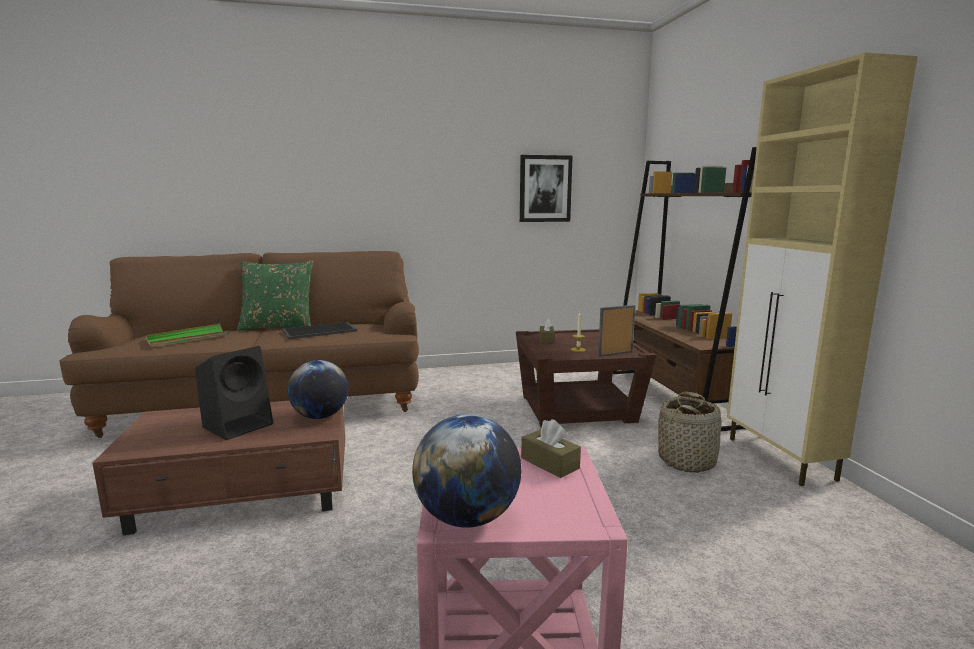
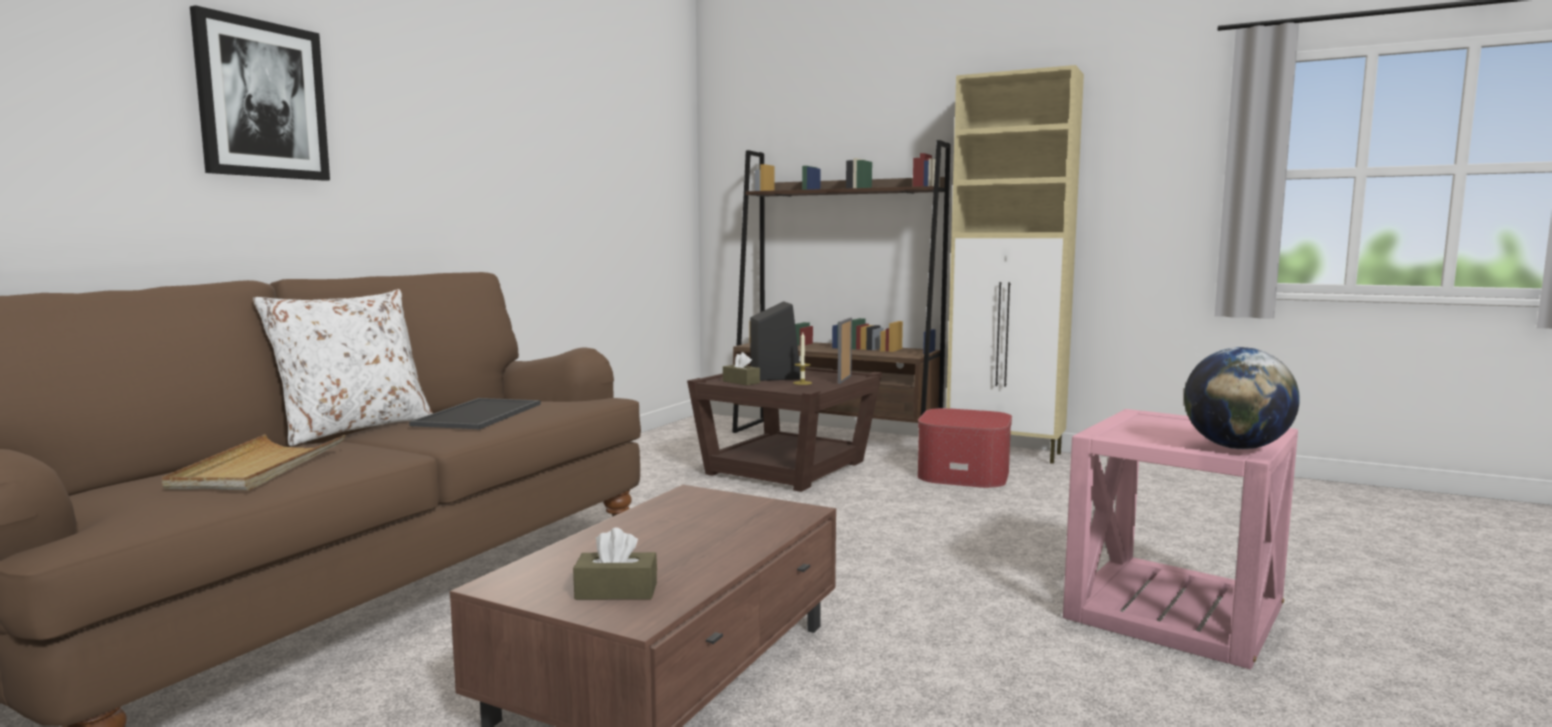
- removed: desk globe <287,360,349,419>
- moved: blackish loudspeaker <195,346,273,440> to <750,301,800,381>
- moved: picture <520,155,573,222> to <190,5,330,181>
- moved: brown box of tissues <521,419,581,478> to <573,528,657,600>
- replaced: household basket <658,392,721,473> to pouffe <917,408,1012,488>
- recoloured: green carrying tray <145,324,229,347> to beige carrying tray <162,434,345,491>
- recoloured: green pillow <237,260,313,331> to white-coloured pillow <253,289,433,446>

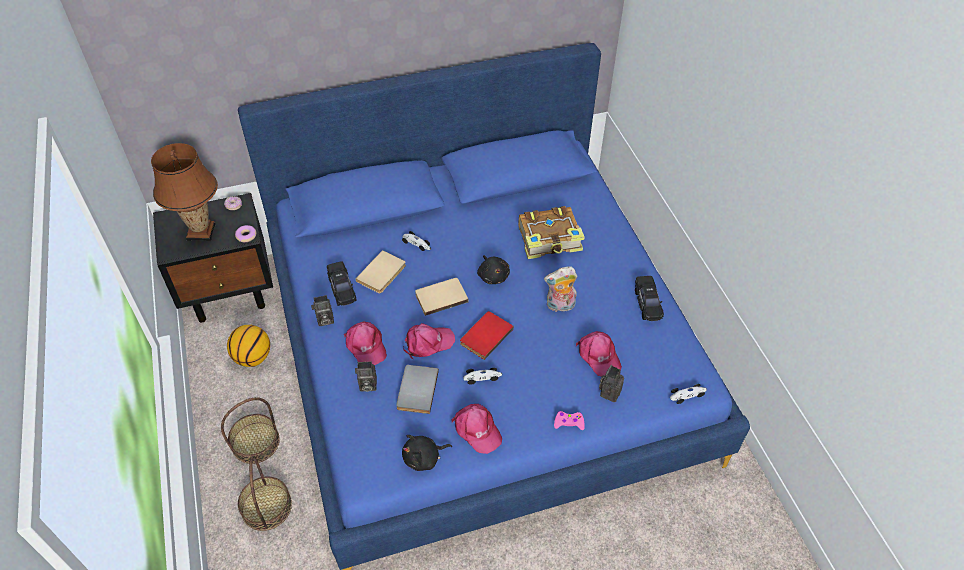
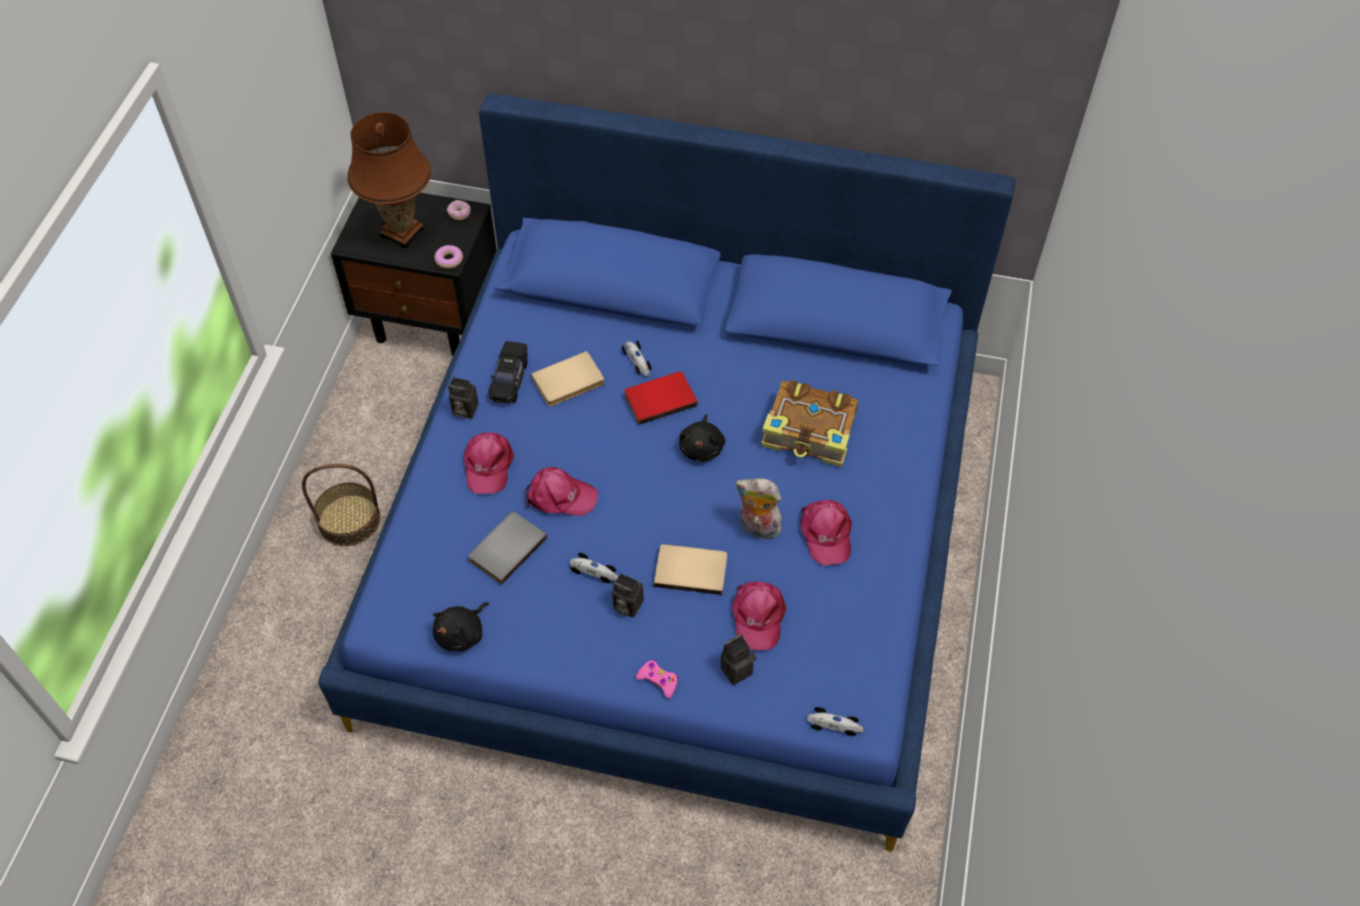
- removed: basketball <227,325,270,367>
- removed: household basket <238,456,292,531>
- removed: blackish model car <635,276,664,321>
- moved: still camera <355,361,377,392> to <612,573,644,618>
- moved: beige book <415,278,469,316> to <654,544,727,595>
- moved: pink-coloured baseball cap <451,404,502,454> to <800,500,852,565>
- moved: red book <460,311,514,360> to <624,372,698,425>
- turned: blackish plush toy <402,435,452,471> = <433,602,489,651> 60 degrees counterclockwise

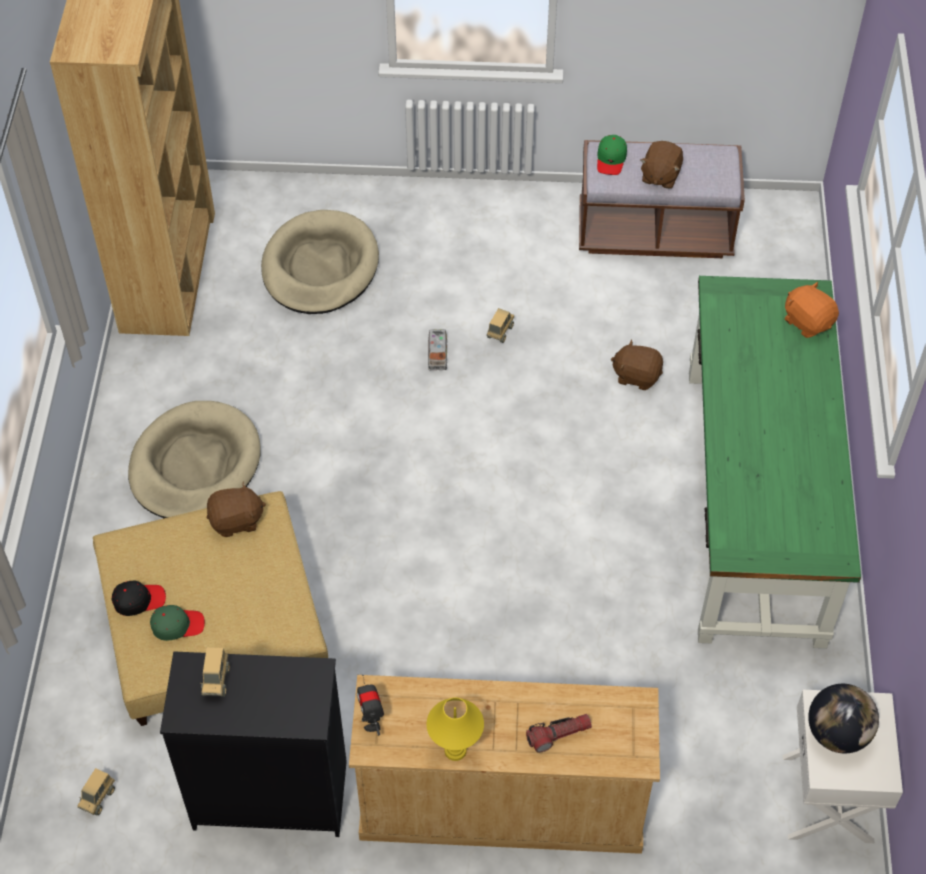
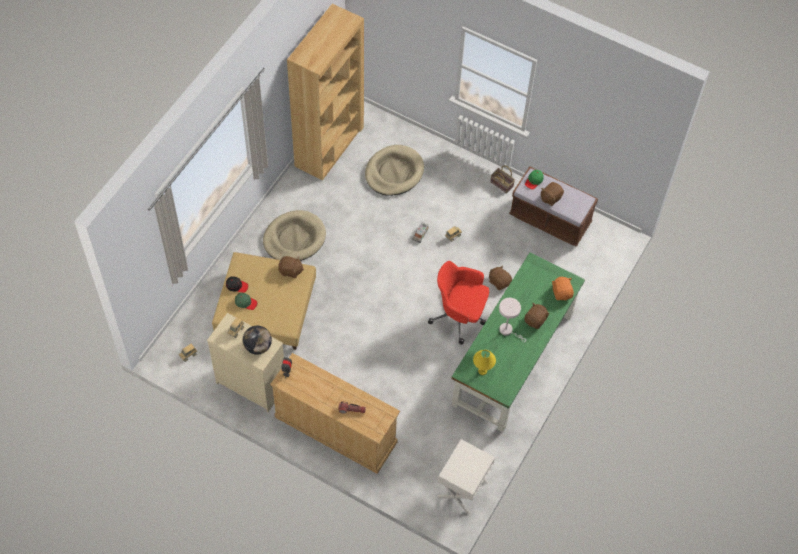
- added: red office chair <428,261,489,345>
- added: household basket <490,165,515,194>
- added: white-coloured table lamp <499,298,526,342>
- added: brown plush toy <524,303,550,329>
- moved: yellow-coloured table lamp <426,697,484,761> to <473,350,496,375>
- moved: desk globe <808,684,879,753> to <243,326,272,355>
- recoloured: blackish drawer chest <160,651,347,837> to beige drawer chest <207,313,284,412>

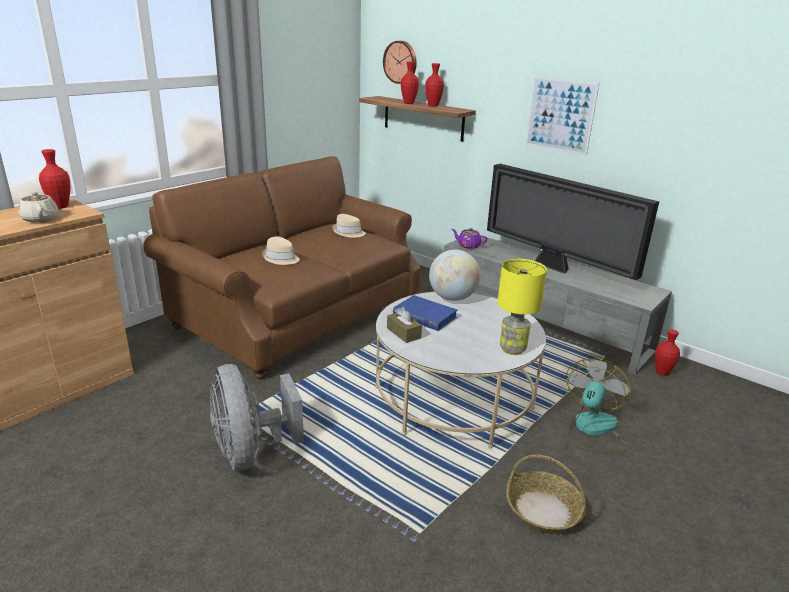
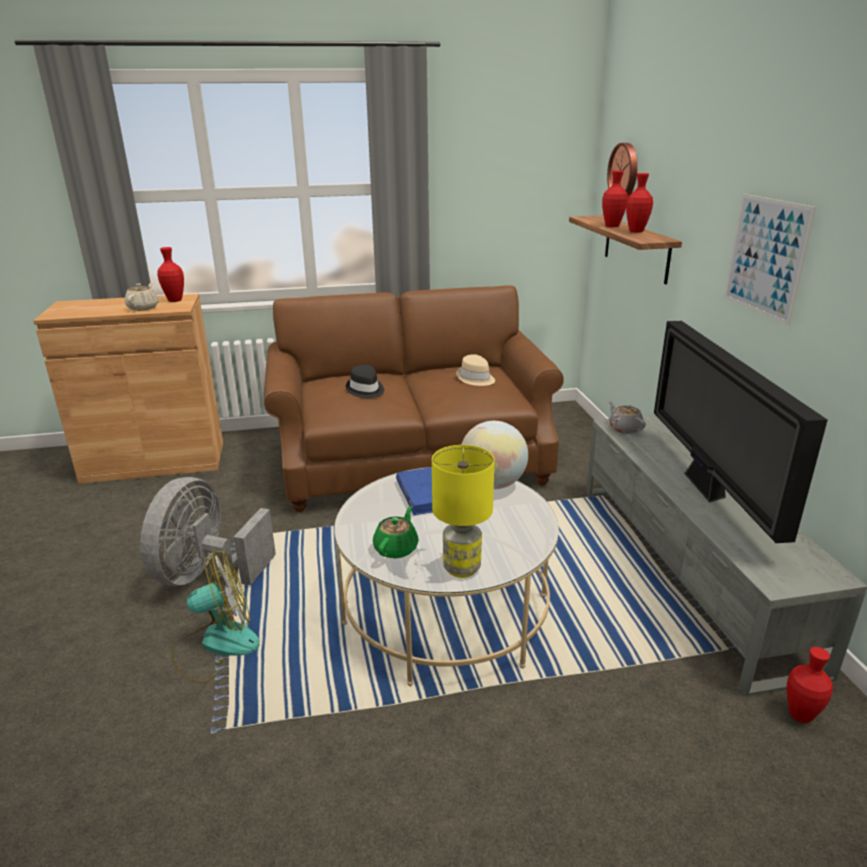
- removed: brown box of tissues <387,307,422,343>
- removed: household basket <506,454,587,534>
- added: green teapot <373,506,419,559>
- moved: cooling fan <566,358,631,453> to <171,550,260,683>
- recoloured: beige wearable hat <262,236,300,265> to blackish wearable hat <346,365,384,398>
- recoloured: purple-coloured teapot <452,228,487,249> to grey teapot <609,401,646,434>

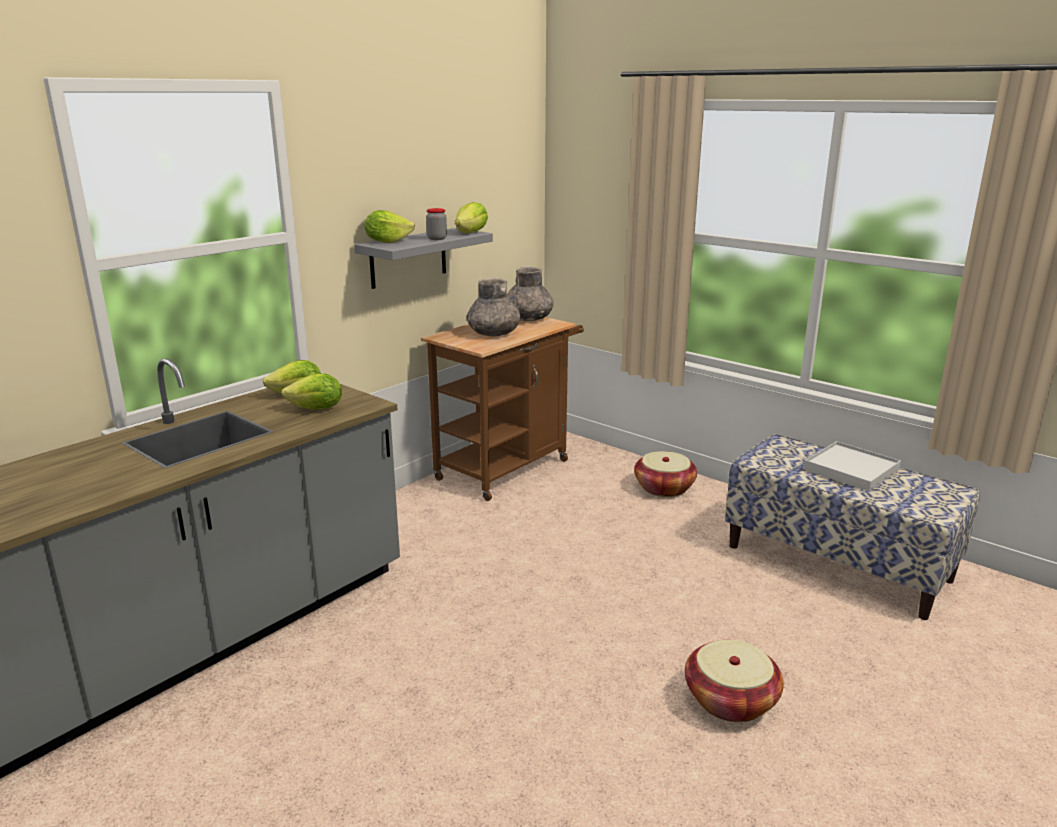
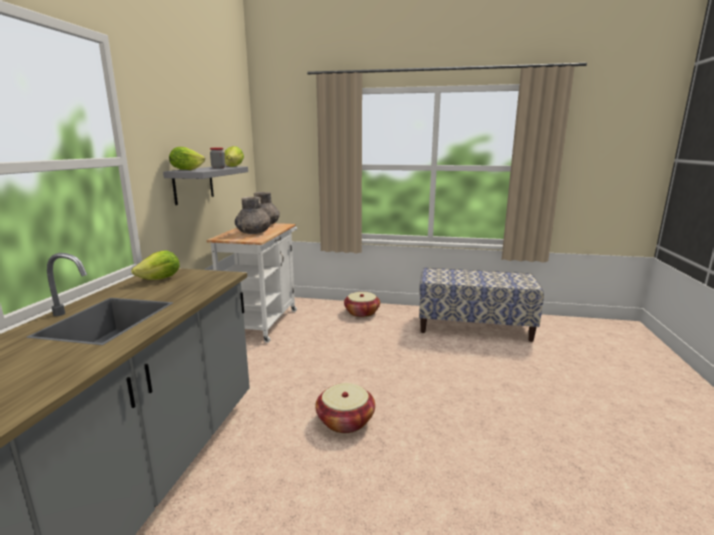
- removed: head of lettuce <282,373,342,410>
- removed: white-coloured carrying tray <804,441,901,491>
- moved: household basket <685,640,784,722> to <315,383,375,433>
- recoloured: brown trolley <421,317,584,501> to white-coloured trolley <207,223,297,343>

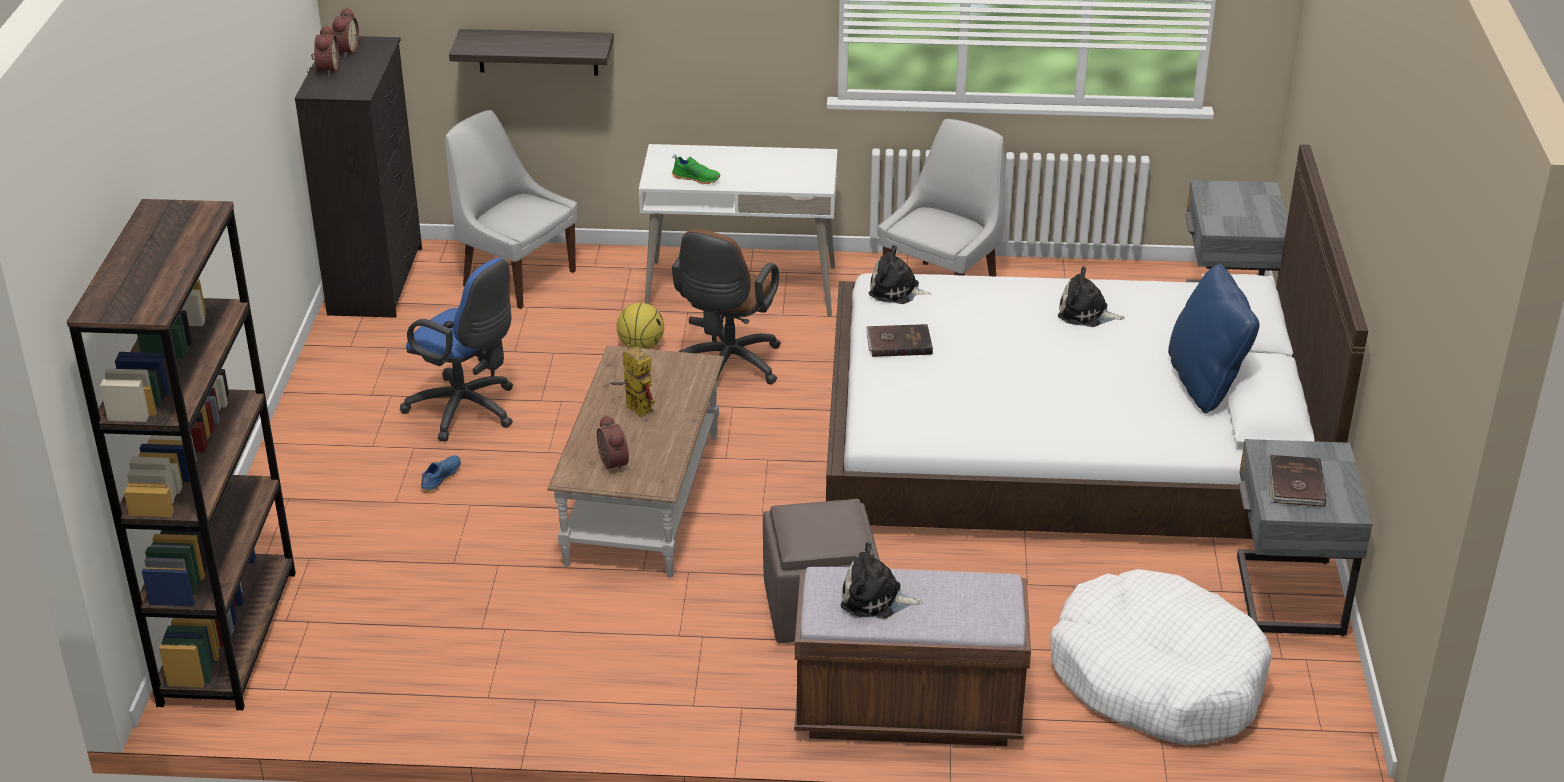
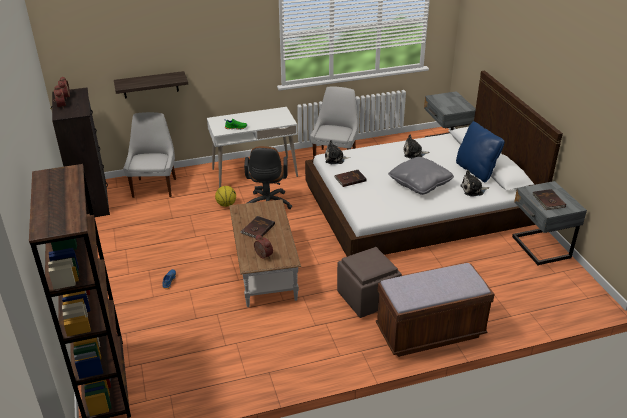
- removed: blue office chair <400,258,513,442>
- removed: white-coloured pet bed <1050,569,1272,746>
- added: grey pillow <388,157,454,195>
- moved: plush toy <841,542,923,619> to <460,170,489,197>
- replaced: toy robot <610,344,656,417> to brown book <240,216,275,239>
- turned: white-coloured chair <445,110,577,309> = <123,112,176,198> 75 degrees clockwise

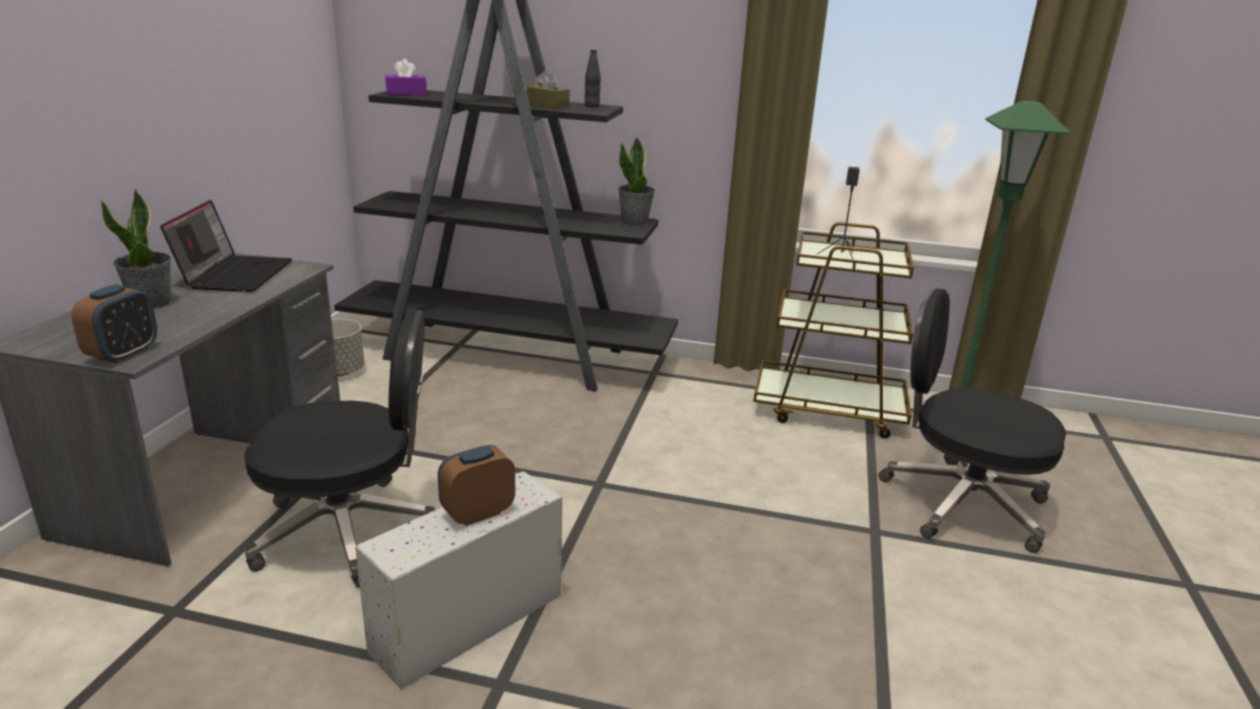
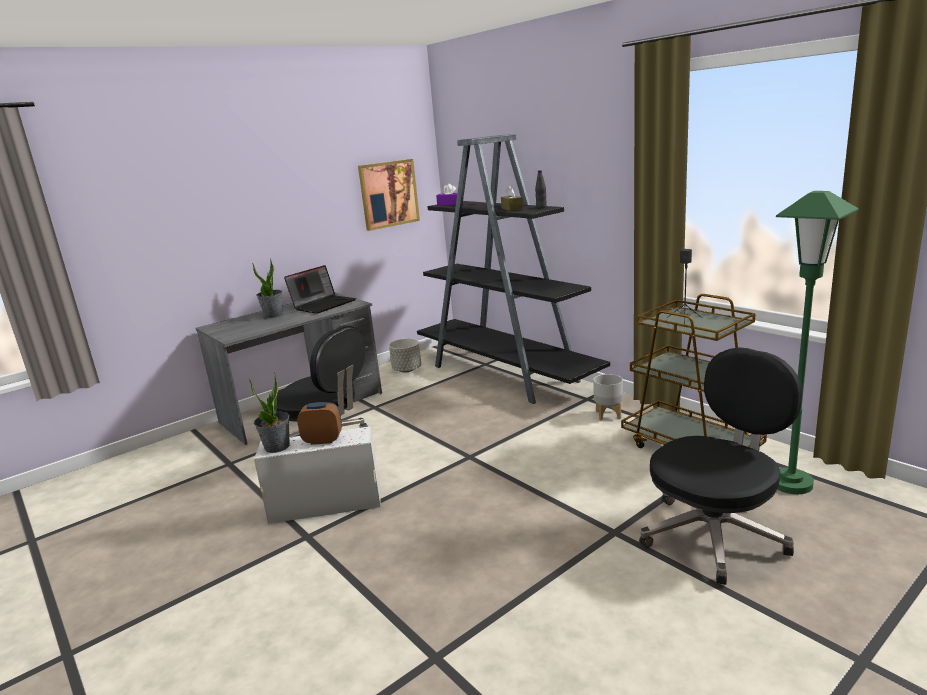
- removed: bedside clock <71,284,157,364>
- added: picture <358,159,420,231>
- added: grey plant pot <593,374,623,420>
- moved: plant in a pot <618,137,655,225> to <249,372,290,453>
- turned: blackish office chair <879,288,1066,553> = <639,347,802,585> 75 degrees clockwise

